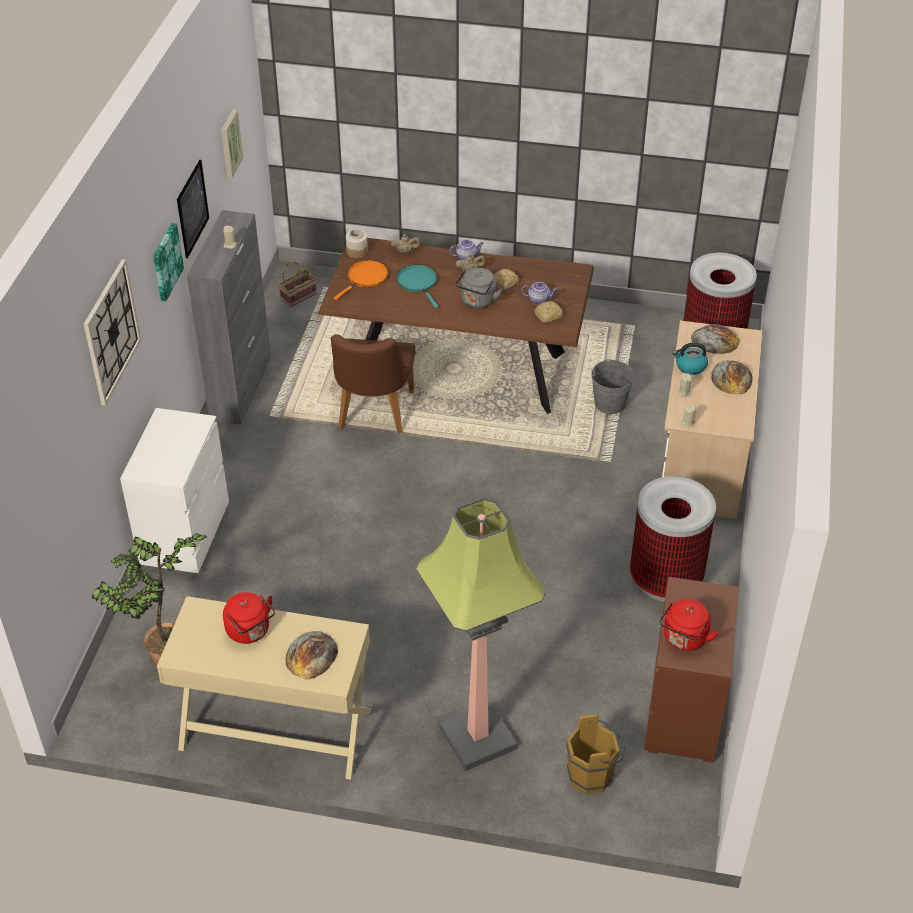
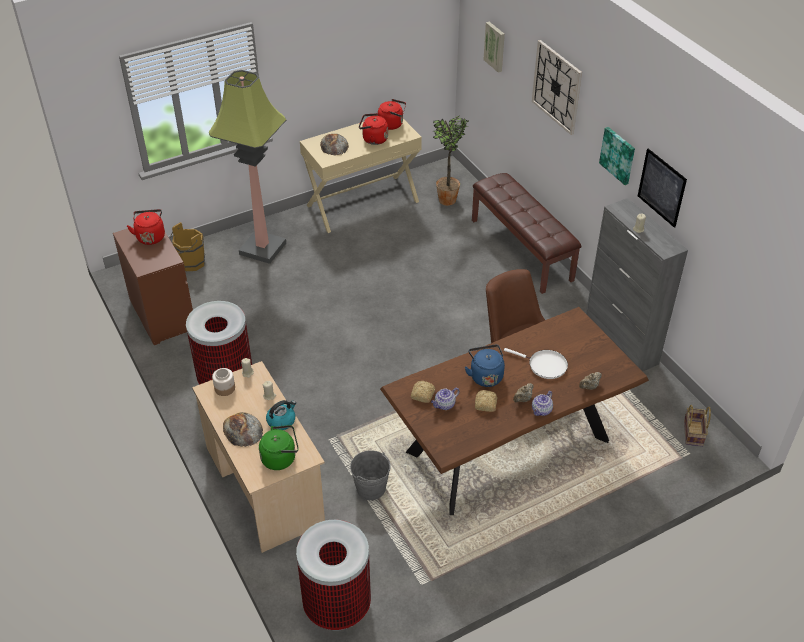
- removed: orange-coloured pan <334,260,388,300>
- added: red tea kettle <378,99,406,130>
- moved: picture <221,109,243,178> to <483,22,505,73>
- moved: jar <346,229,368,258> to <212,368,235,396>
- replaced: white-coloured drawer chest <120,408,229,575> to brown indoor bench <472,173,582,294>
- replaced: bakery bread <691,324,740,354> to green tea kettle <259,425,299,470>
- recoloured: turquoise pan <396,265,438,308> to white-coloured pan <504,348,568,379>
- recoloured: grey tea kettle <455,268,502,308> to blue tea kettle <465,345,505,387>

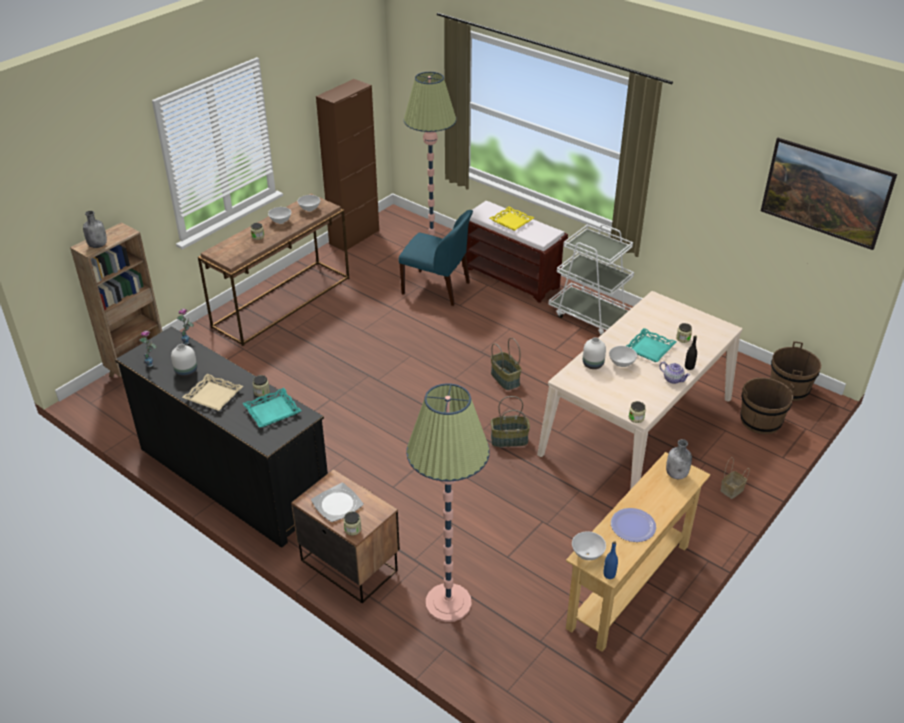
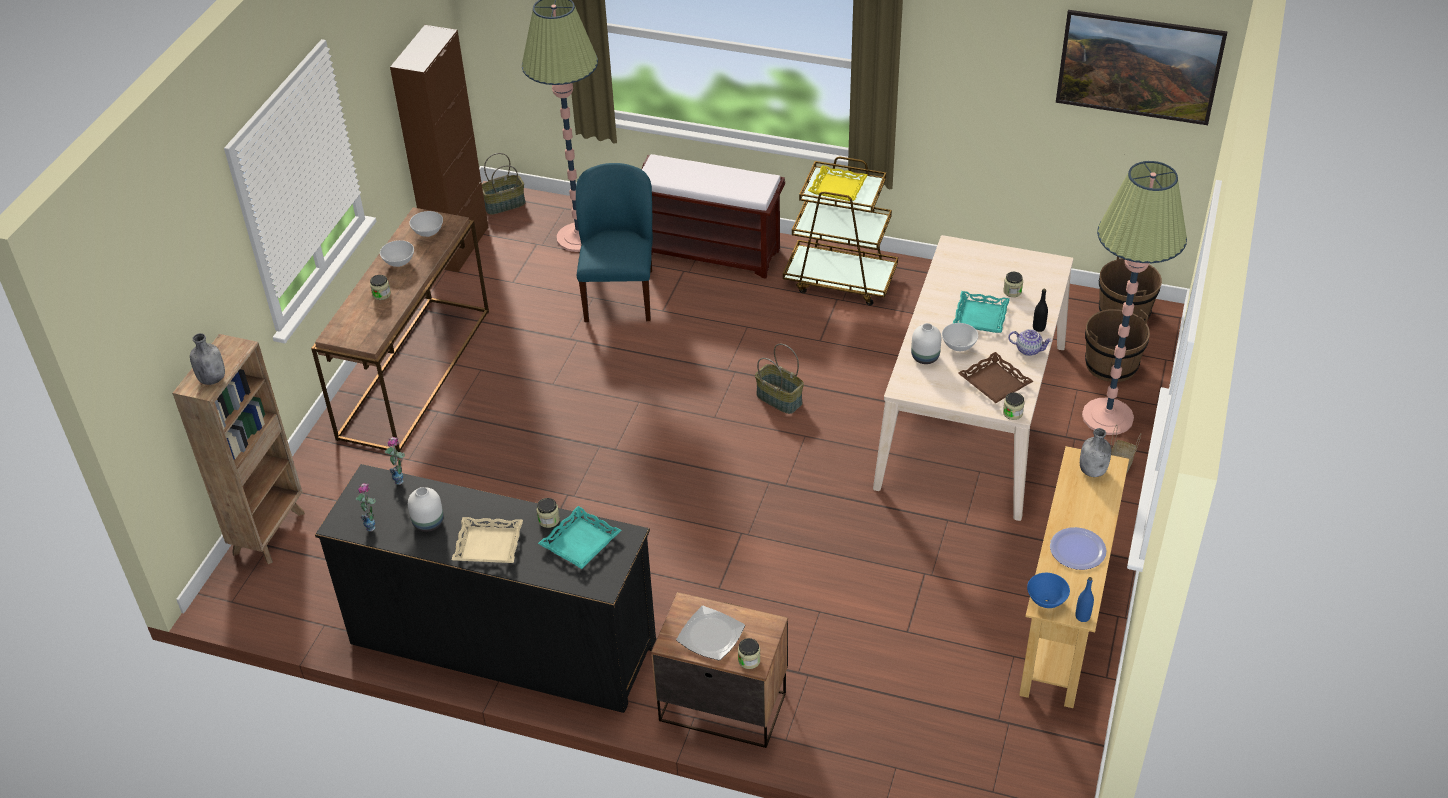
- added: brown carrying tray <958,352,1034,403>
- moved: floor lamp <406,383,490,622> to <1082,161,1187,435>
- moved: yellow-coloured carrying tray <490,207,534,231> to <808,165,868,201>
- moved: household basket <491,396,530,447> to <482,153,526,215>
- recoloured: white-coloured trolley <548,224,634,336> to brown trolley <783,157,898,306>
- recoloured: white-coloured serving bowl <572,531,606,560> to blue serving bowl <1027,573,1070,608>
- turned: blue chair <398,210,473,306> = <576,163,653,322> 90 degrees counterclockwise

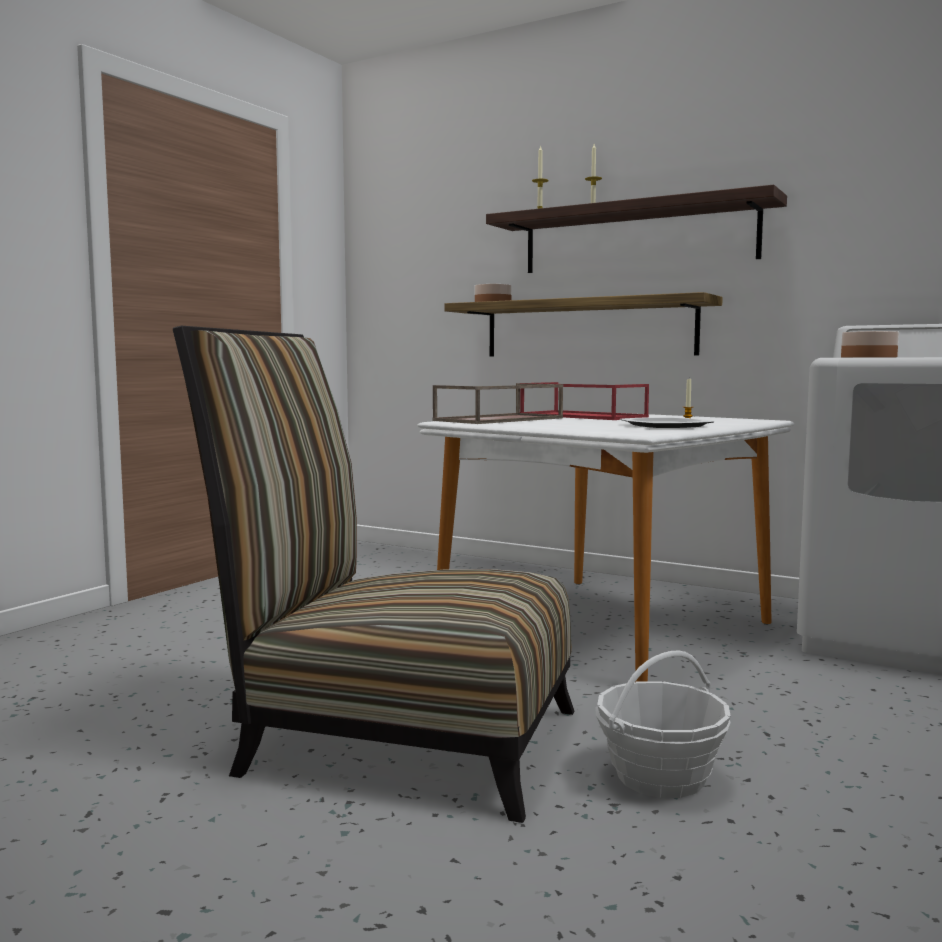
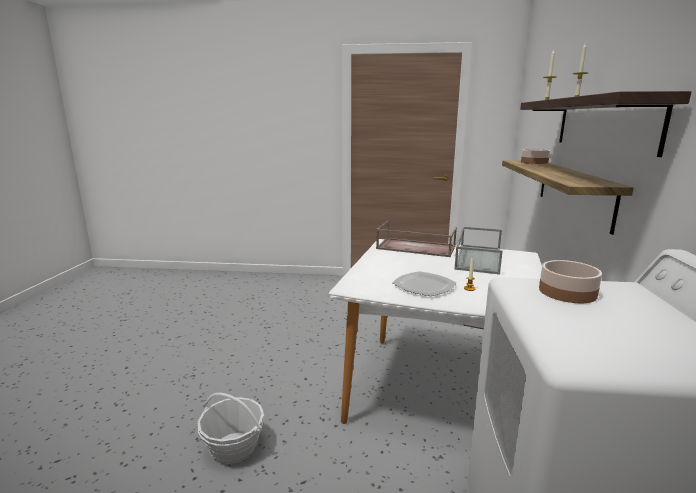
- removed: chair <173,326,575,823>
- recoloured: red carrying tray <520,382,649,420> to grey carrying tray <454,227,503,275>

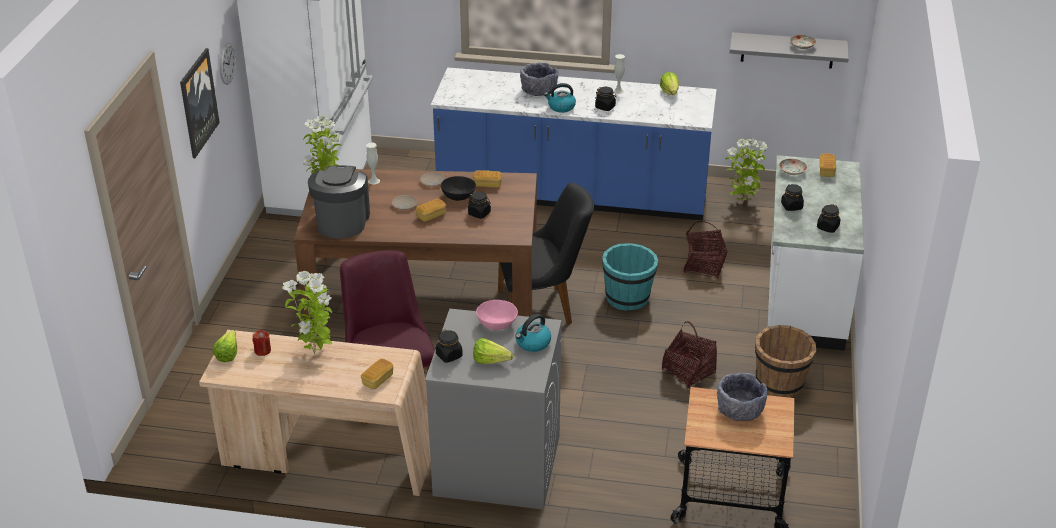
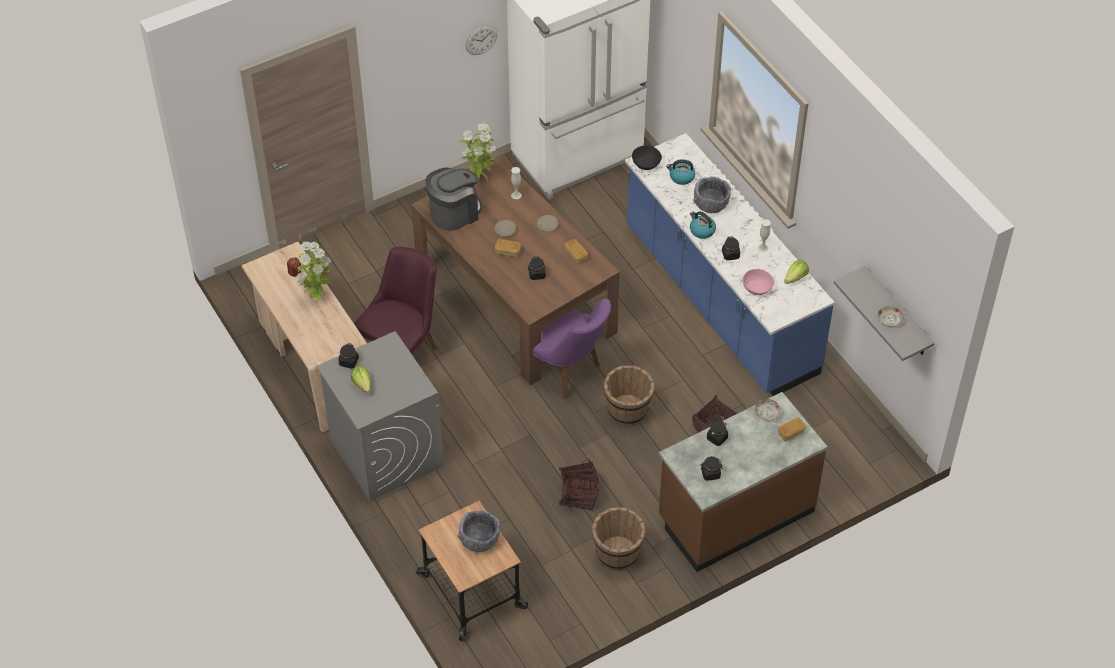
- removed: picture <180,48,220,158>
- removed: head of lettuce <212,330,237,362>
- removed: bakery bread <361,358,393,389>
- removed: plant in a pot <725,138,768,204>
- moved: blackish serving bowl <441,176,476,201> to <632,146,662,170>
- moved: pink-coloured serving bowl <476,300,518,330> to <743,269,774,295>
- moved: tea kettle <516,314,551,352> to <666,159,695,185>
- recoloured: blackish chair <498,183,594,324> to purple-coloured chair <518,299,611,398>
- recoloured: turquoise water bucket <602,243,658,311> to brown water bucket <604,365,654,427>
- recoloured: white-coloured kitchen base unit <768,155,864,351> to brown kitchen base unit <659,392,827,572>

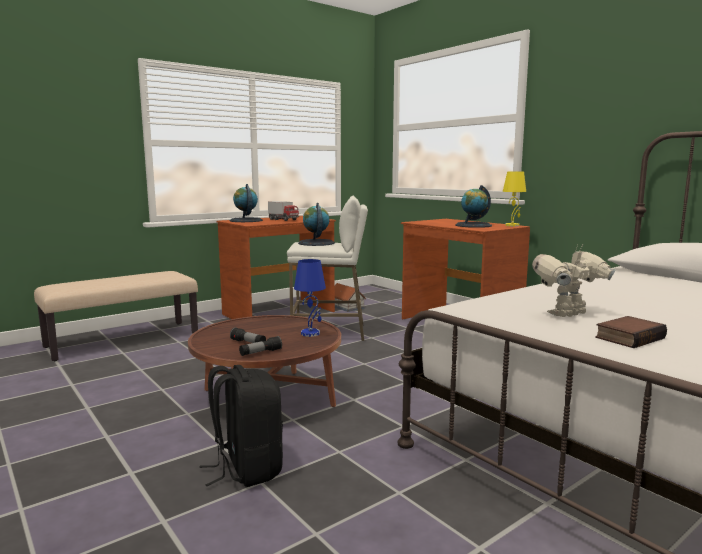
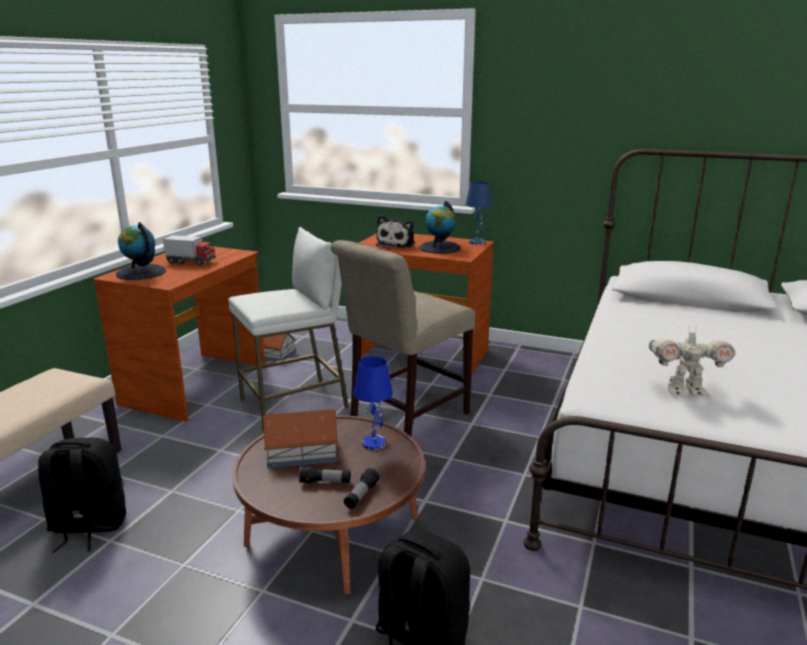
- removed: desk globe <298,203,335,246>
- removed: book <595,316,667,348>
- added: blackish rucksack <38,438,126,553>
- added: model house <263,409,339,468>
- added: beige chair <331,240,475,437>
- added: plush toy <376,215,415,248>
- recoloured: yellow-coloured table lamp <503,171,526,226> to blue table lamp <466,181,491,245>
- turned: toy robot <532,245,616,317> = <649,325,734,396> 120 degrees counterclockwise

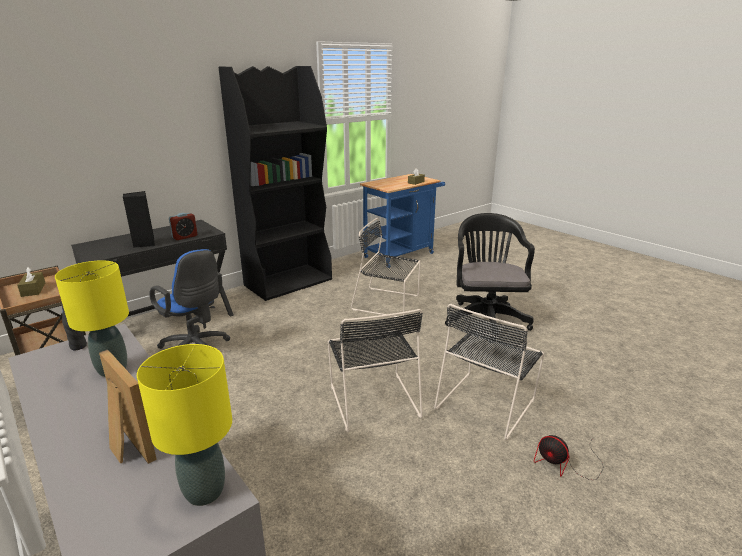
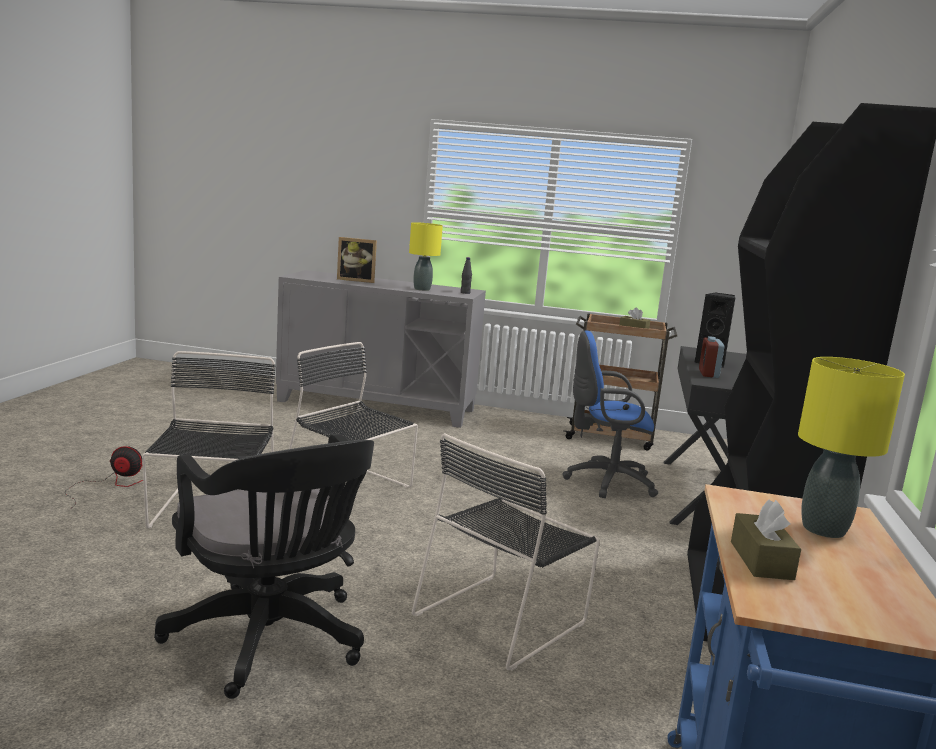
- moved: yellow-coloured table lamp <137,344,232,506> to <798,357,905,538>
- turned: blackish chair <351,218,421,318> = <412,433,600,671> 150 degrees clockwise

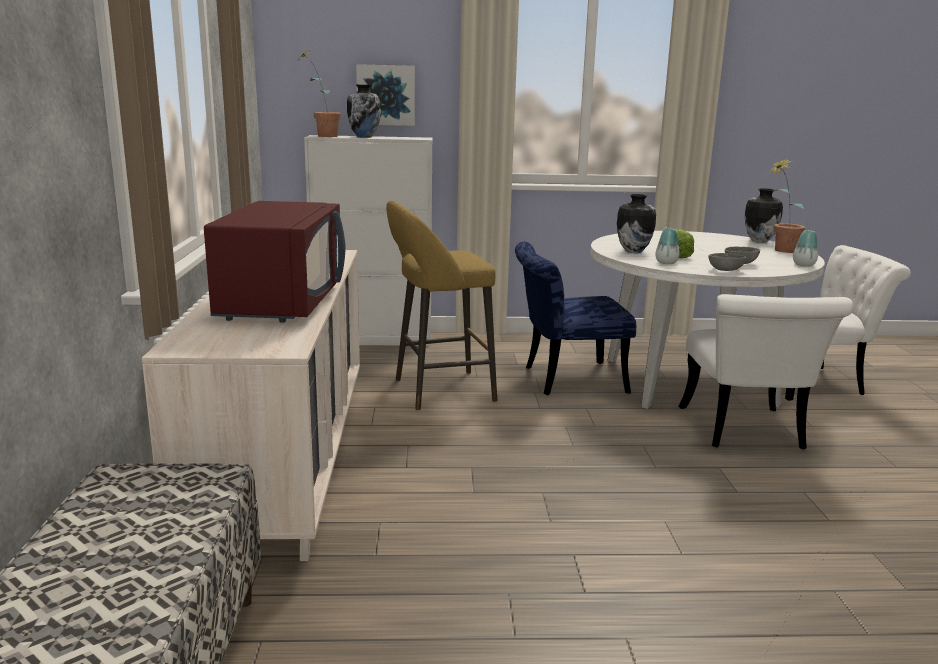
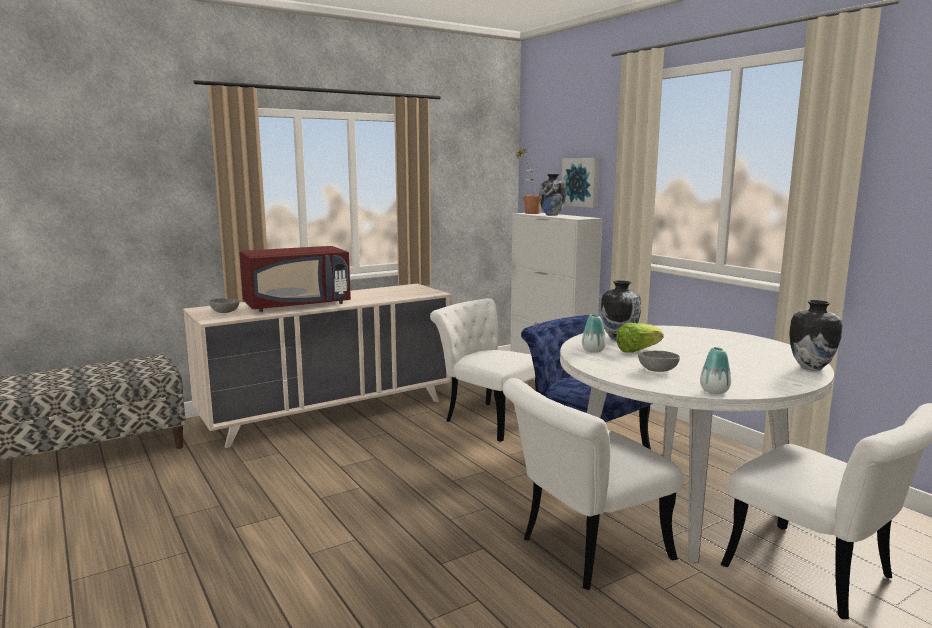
- removed: plant in a pot <768,158,805,253>
- moved: grey serving bowl <708,253,746,271> to <209,298,239,313>
- replaced: yellow-coloured sitting stool <386,201,497,410> to white-coloured chair <430,298,537,442>

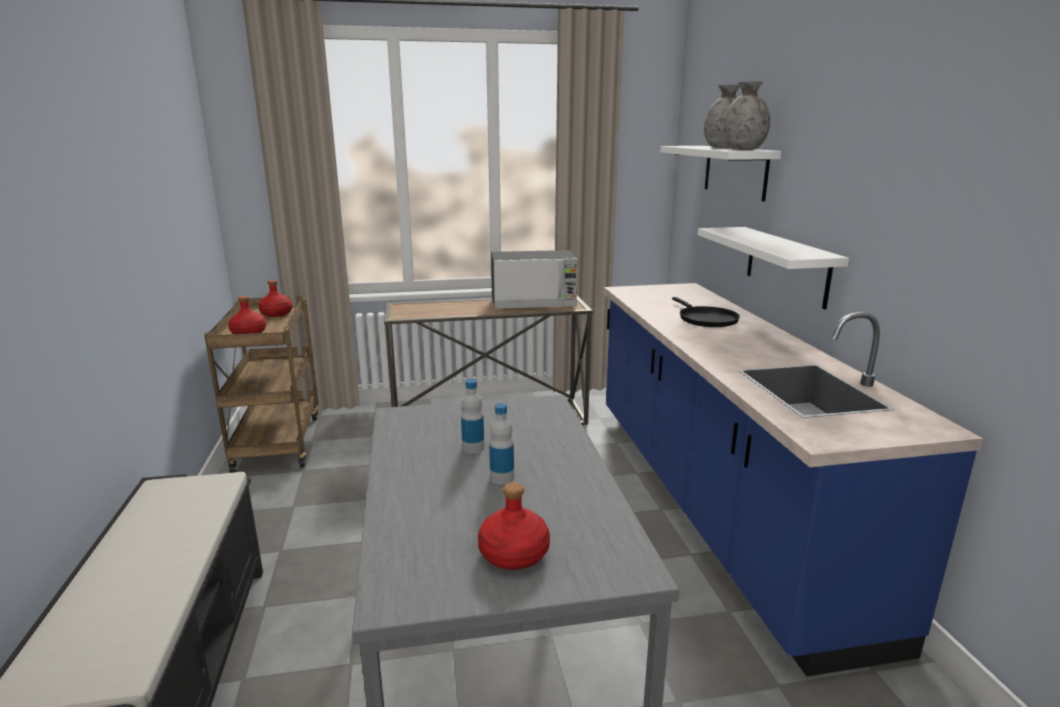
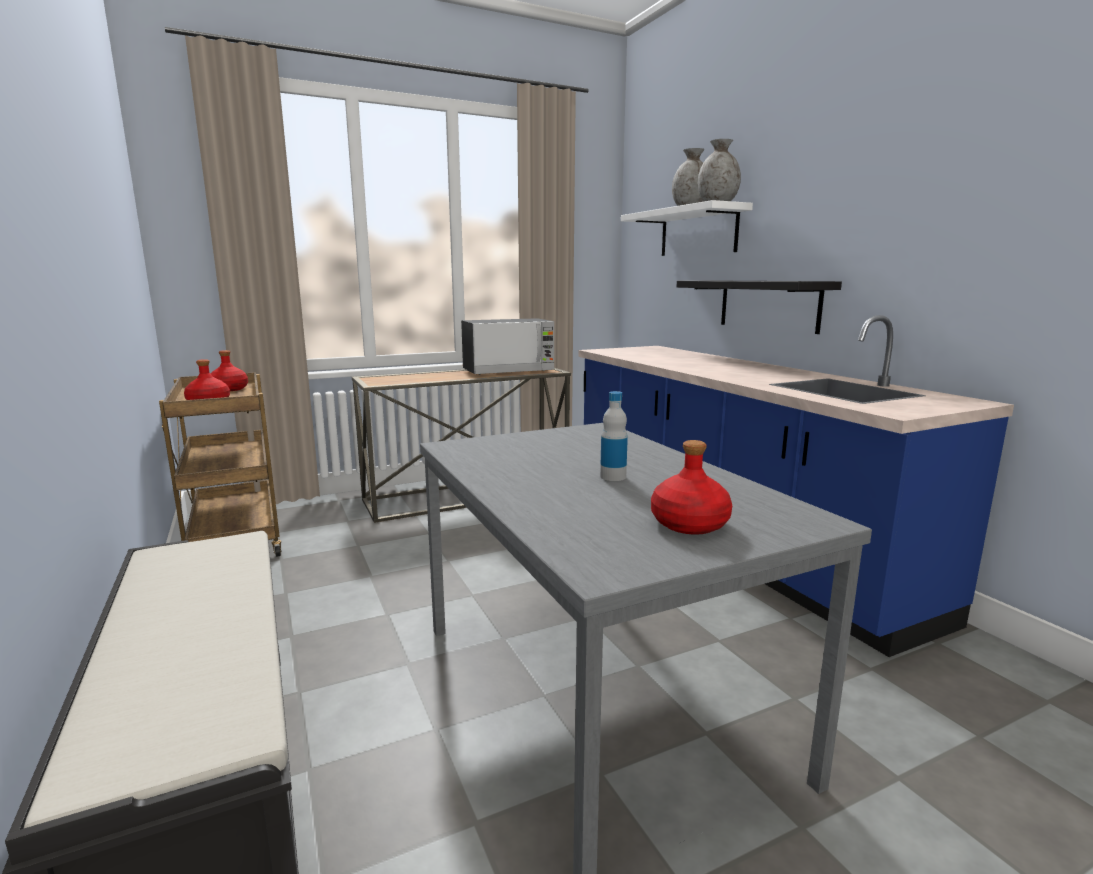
- removed: bottle <461,379,484,454>
- removed: blackish pan <672,297,740,327>
- recoloured: white-coloured wall shelf <698,227,849,309> to blackish wall shelf <677,280,842,334>

